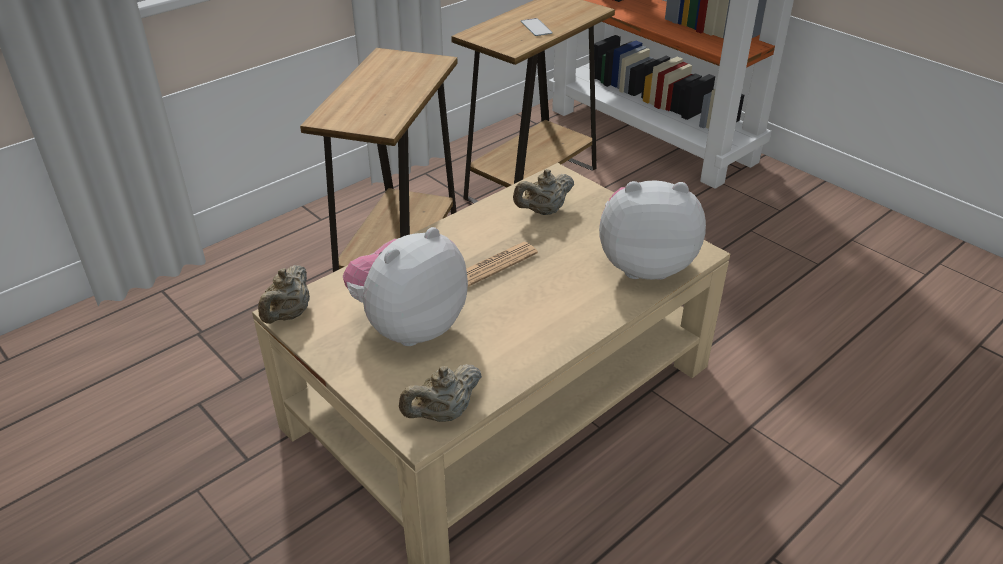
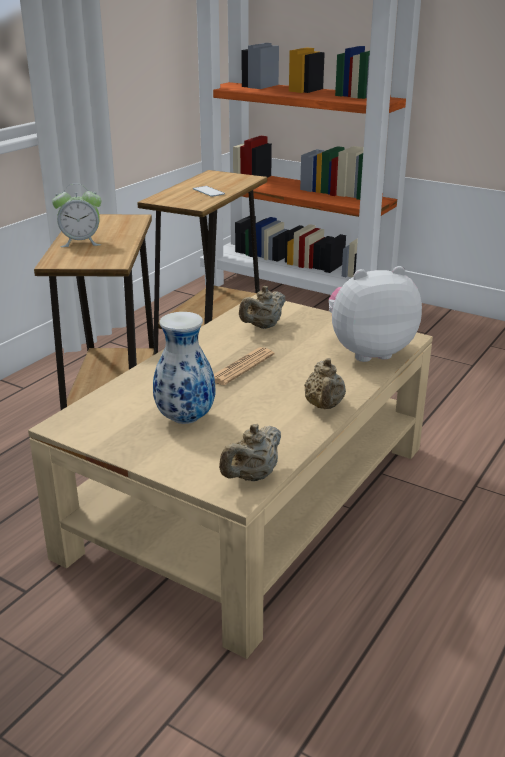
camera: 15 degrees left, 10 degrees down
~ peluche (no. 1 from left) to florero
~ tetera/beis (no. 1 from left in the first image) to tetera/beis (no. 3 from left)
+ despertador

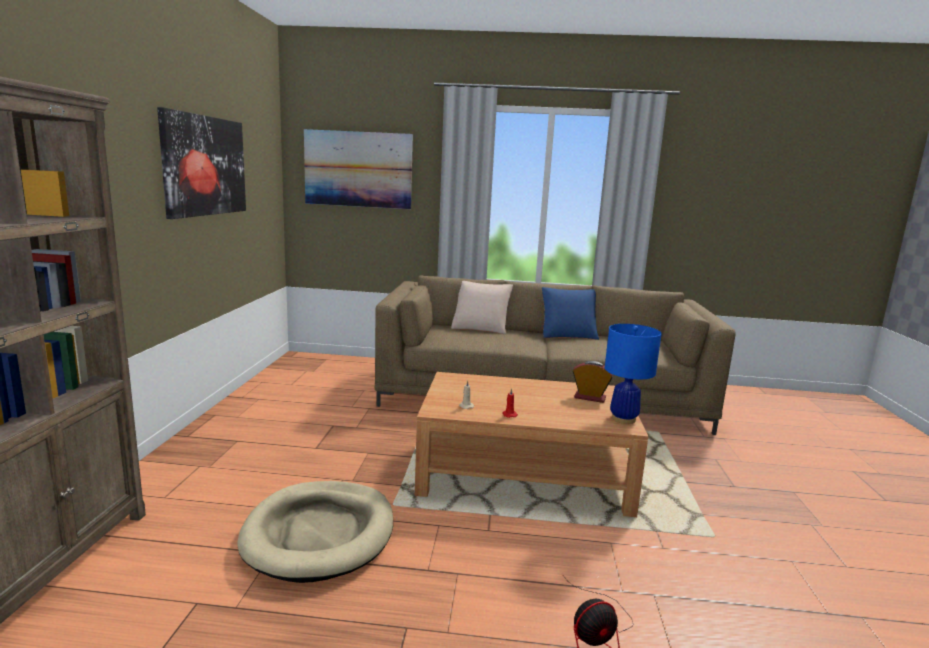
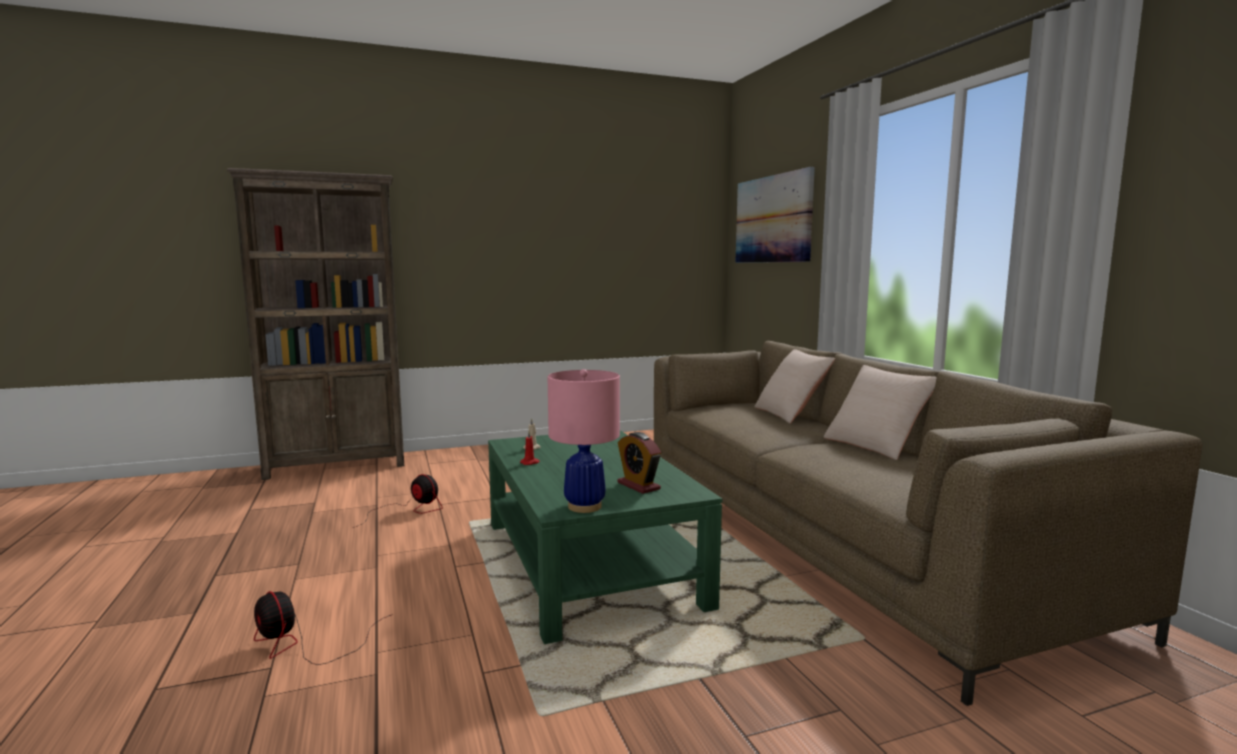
camera: 65 degrees right, 5 degrees down
- cuadro (no. 1 from left)
~ cojín/azul to cojín/beis (no. 2 from left)
~ lámpara de mesa/azul to lámpara de mesa/rosa
~ despertador 150 degrees clockwise
~ mesa de centro/marrón to mesa de centro/verde
~ cama para perro/beis to ventilador (no. 2 from left)

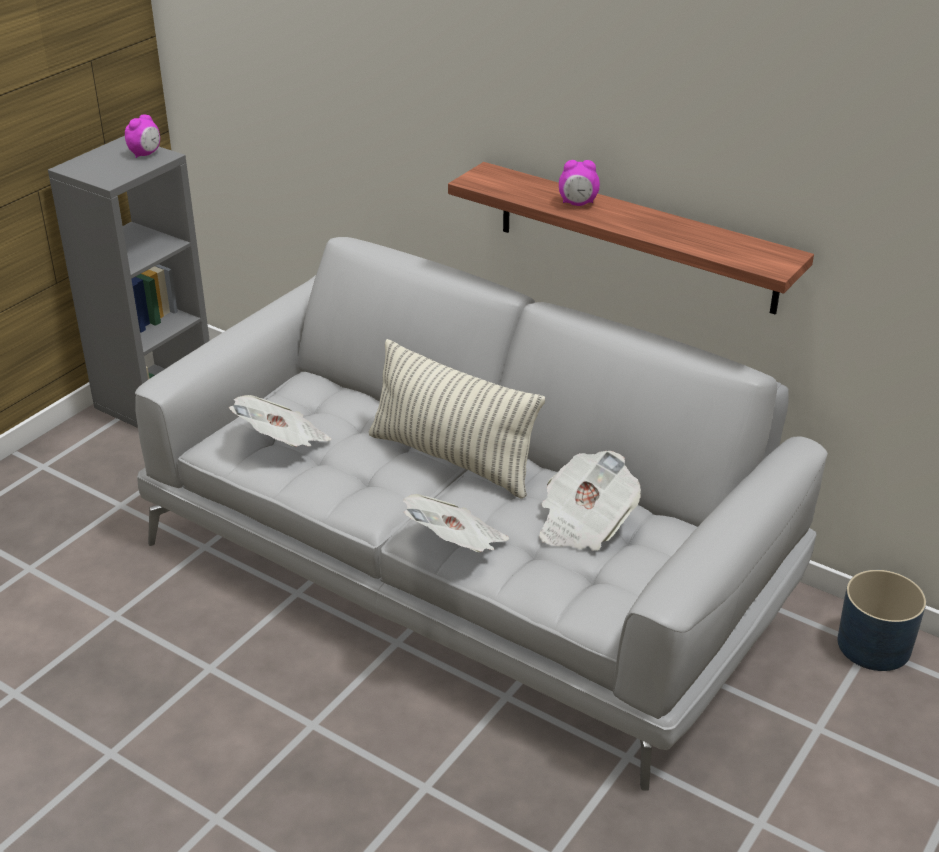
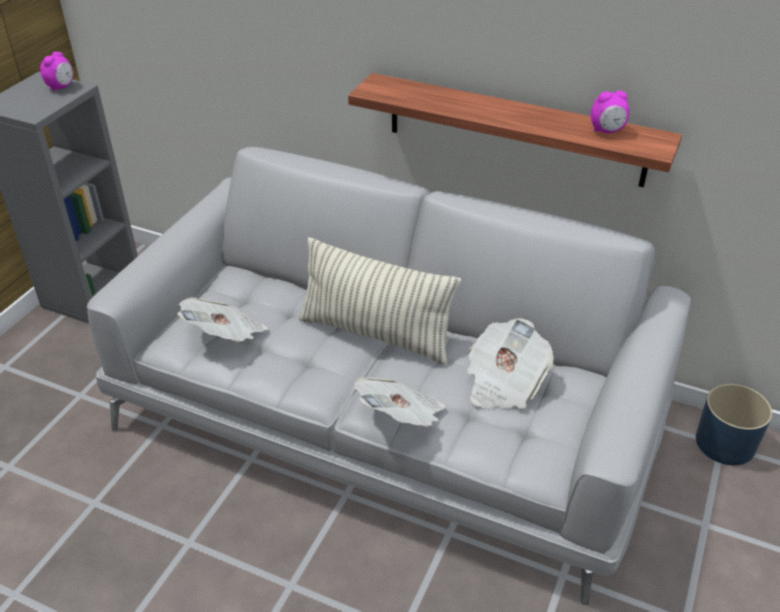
camera: 10 degrees left, 5 degrees up
~ despertador (no. 2 from left)

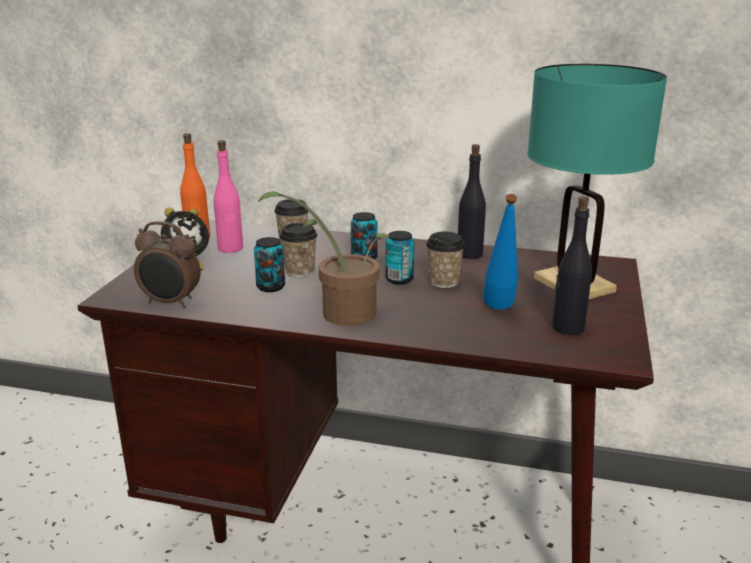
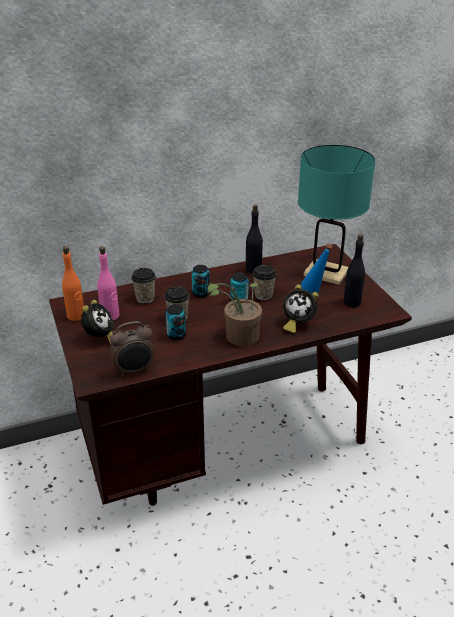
camera: 35 degrees left, 10 degrees up
+ despertador (no. 3 from left)

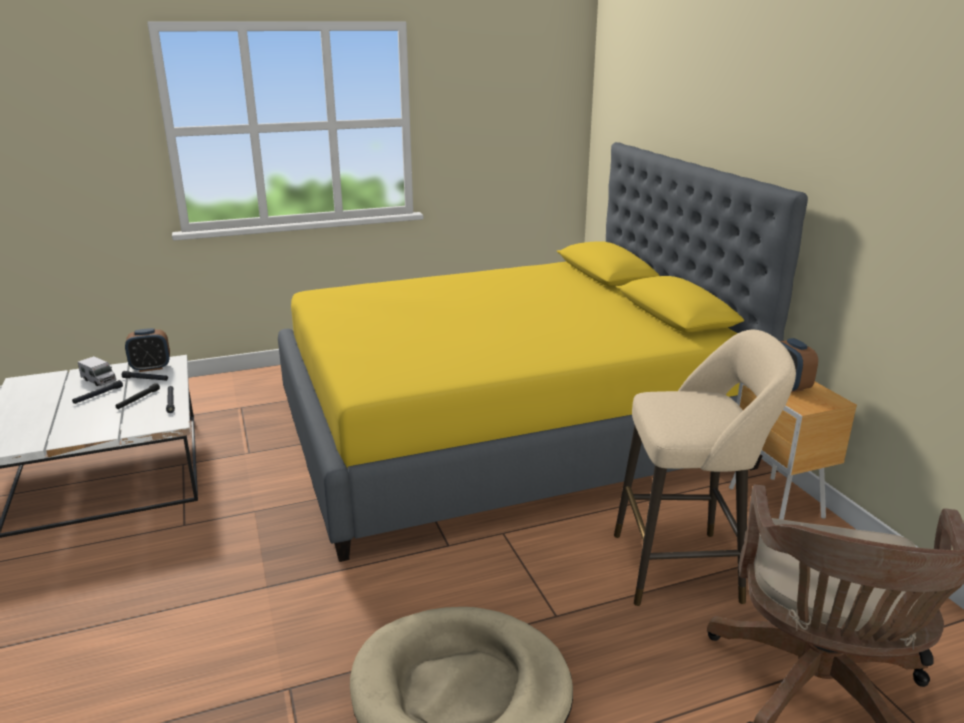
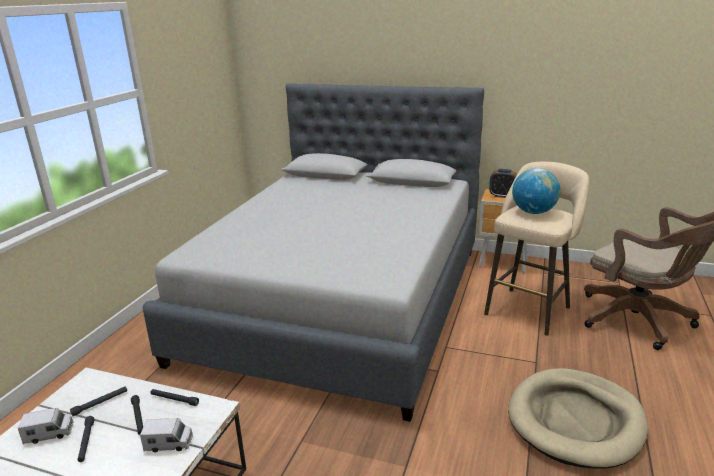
camera: 50 degrees left, 0 degrees up
~ cama/amarillo to cama/gris
- despertador (no. 1 from left)
+ globo terráqueo
+ camión de juguete (no. 2 from left)

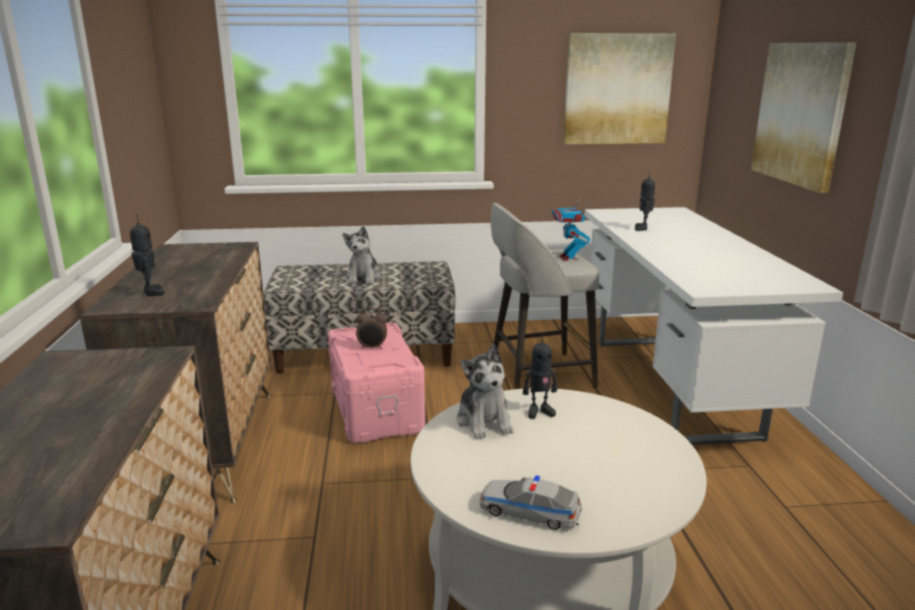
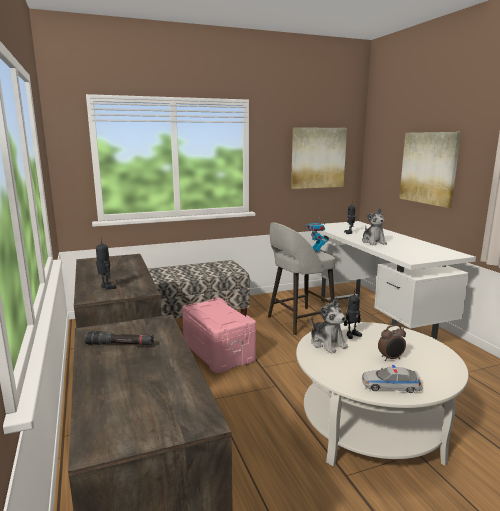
camera: 15 degrees left, 5 degrees down
~ peluche (no. 1 from left in the first image) to peluche (no. 2 from left)
~ despertador
+ linterna/negro

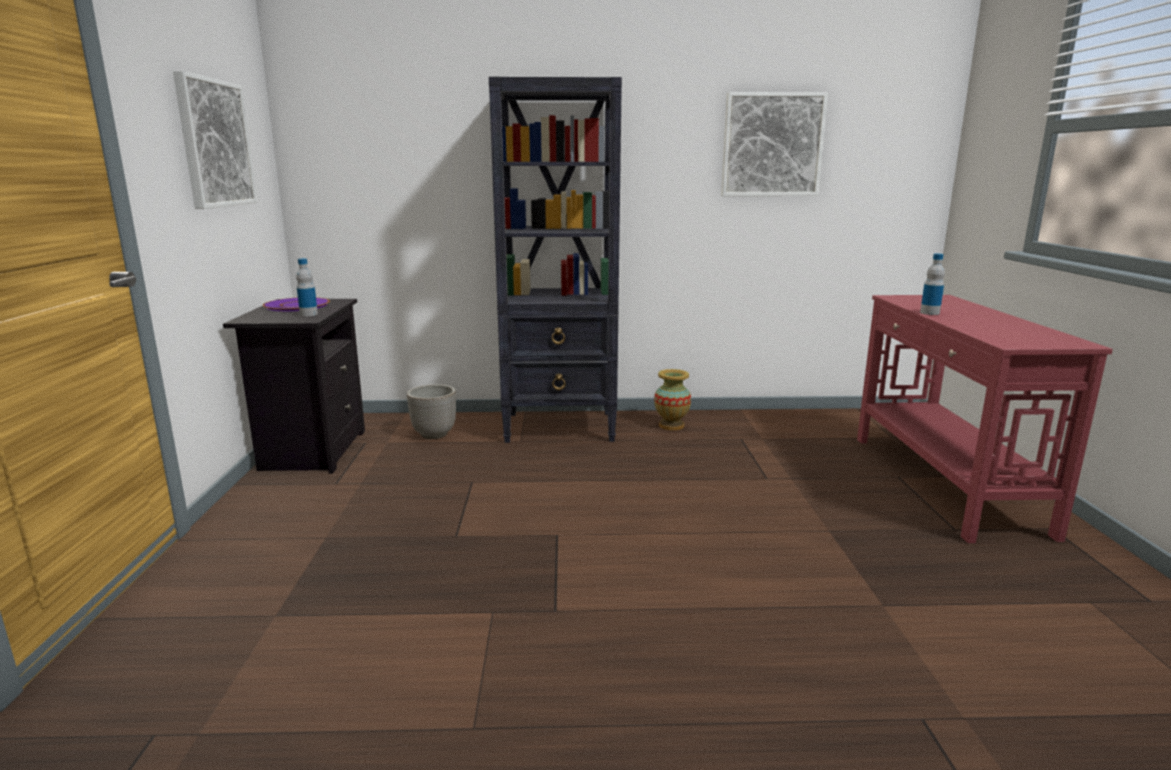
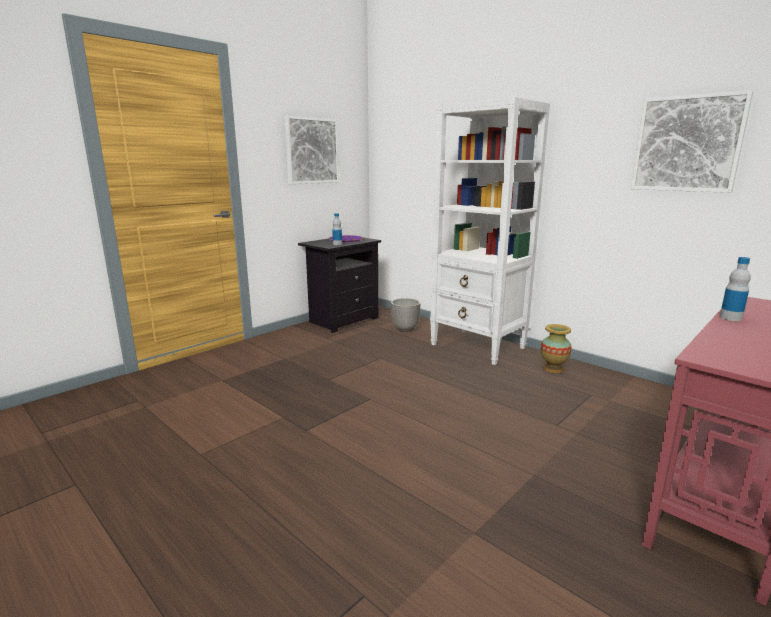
camera: 45 degrees right, 0 degrees up
~ estantería/negro to estantería/blanco

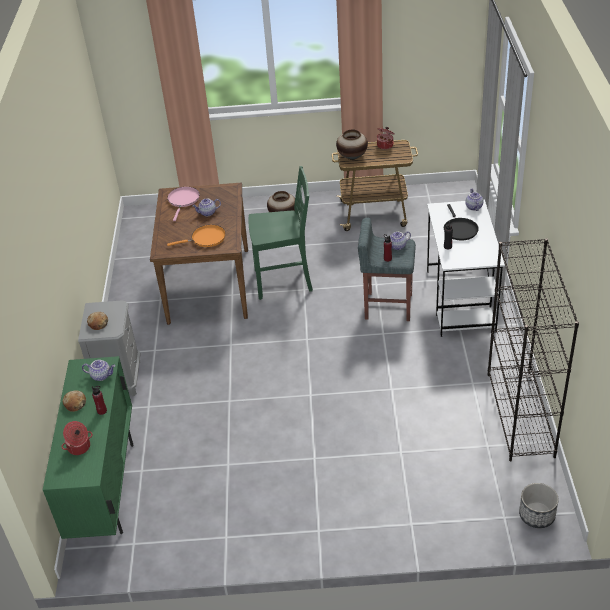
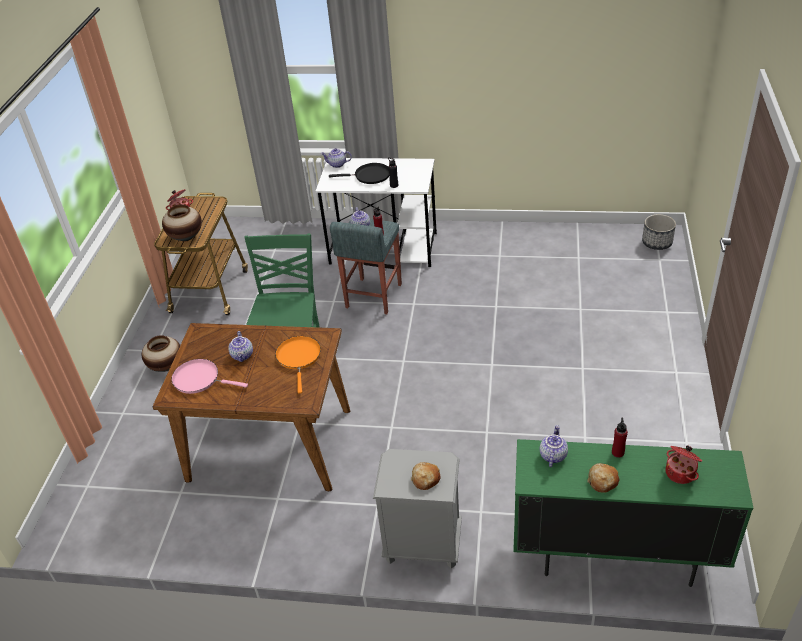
camera: 80 degrees left, 0 degrees up
- estantería/negro

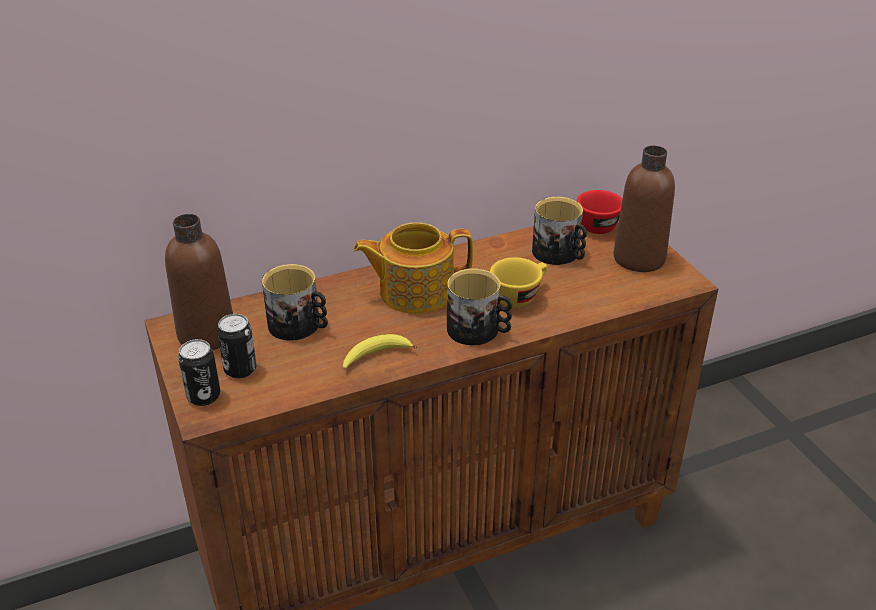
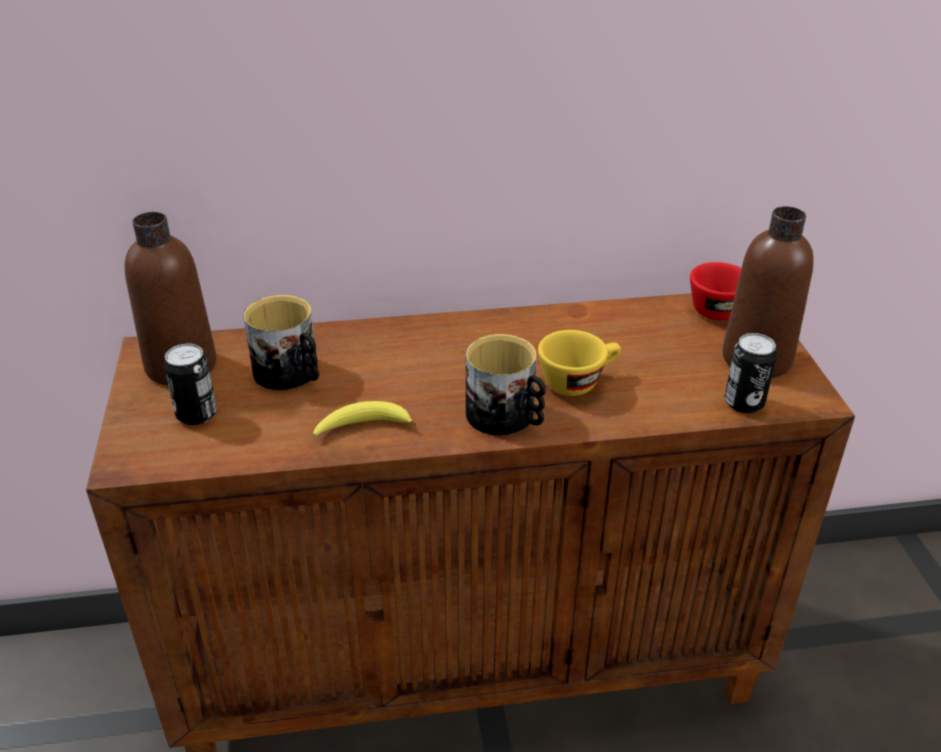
camera: 15 degrees right, 0 degrees up
- taza grande (no. 3 from left)
- tetera
~ lata (no. 1 from left in the first image) to lata (no. 2 from left)

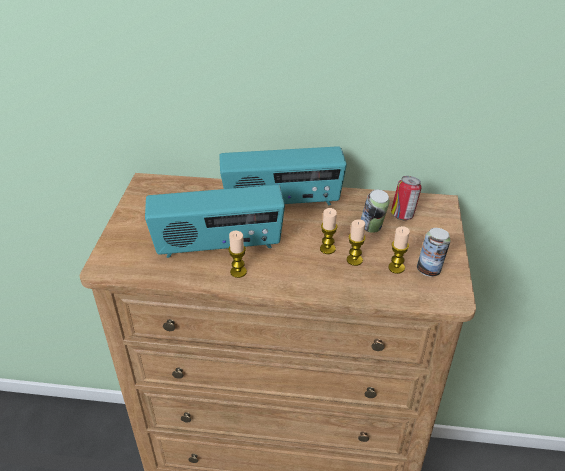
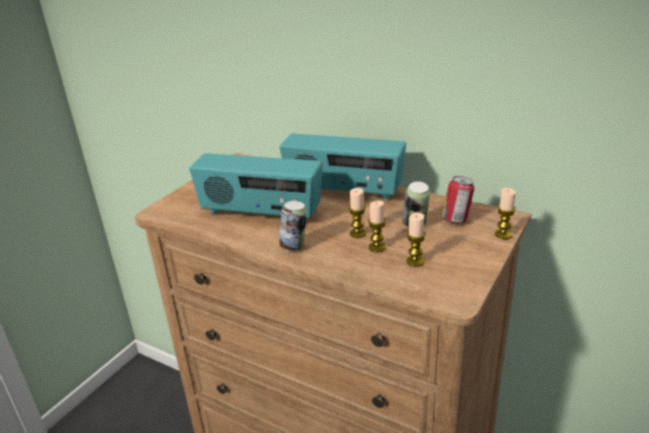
camera: 25 degrees right, 10 degrees down
~ lata (no. 3 from left in the first image) to lata (no. 1 from left)
~ vela (no. 1 from left in the first image) to vela (no. 4 from left)

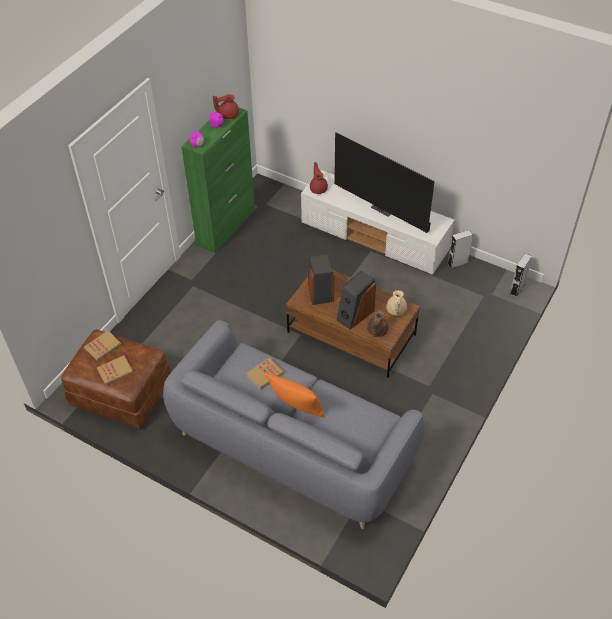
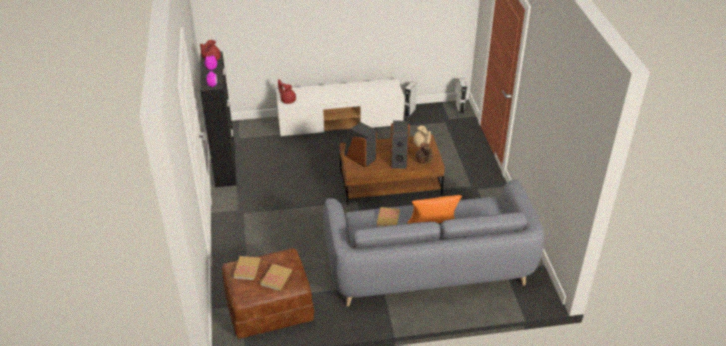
camera: 40 degrees left, 10 degrees down
~ armario/verde to armario/negro
- televisor

